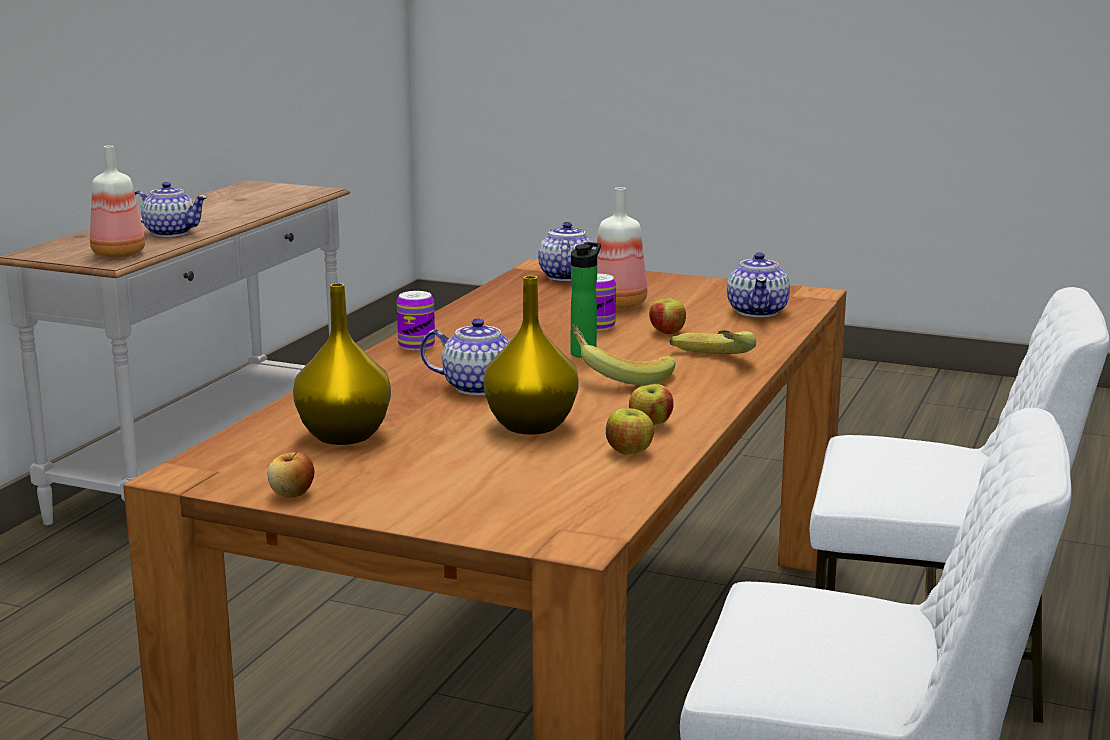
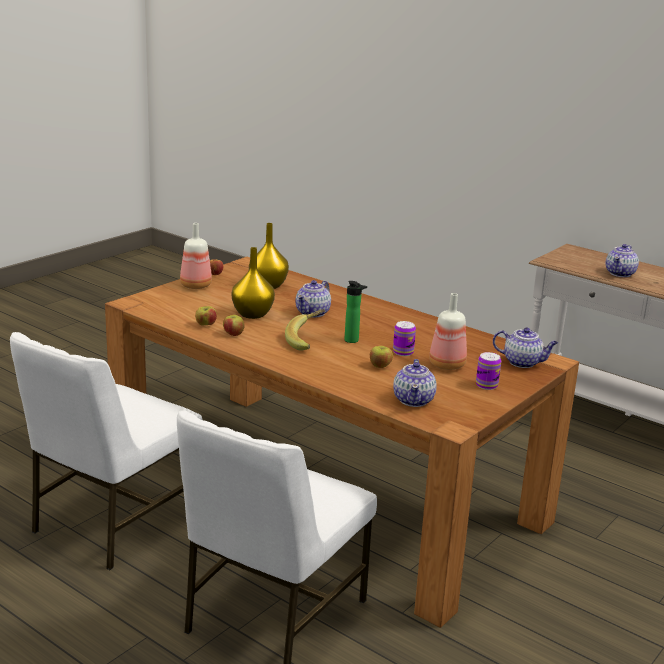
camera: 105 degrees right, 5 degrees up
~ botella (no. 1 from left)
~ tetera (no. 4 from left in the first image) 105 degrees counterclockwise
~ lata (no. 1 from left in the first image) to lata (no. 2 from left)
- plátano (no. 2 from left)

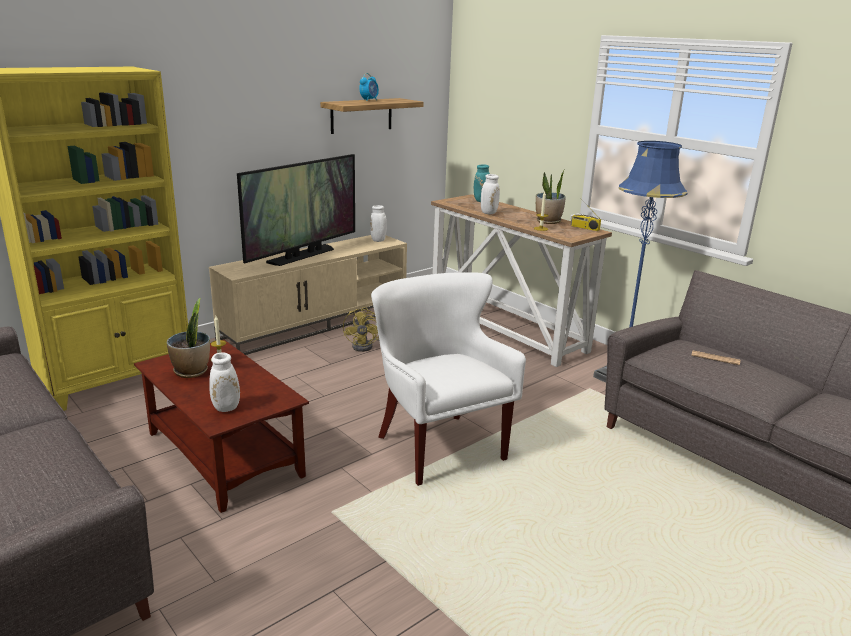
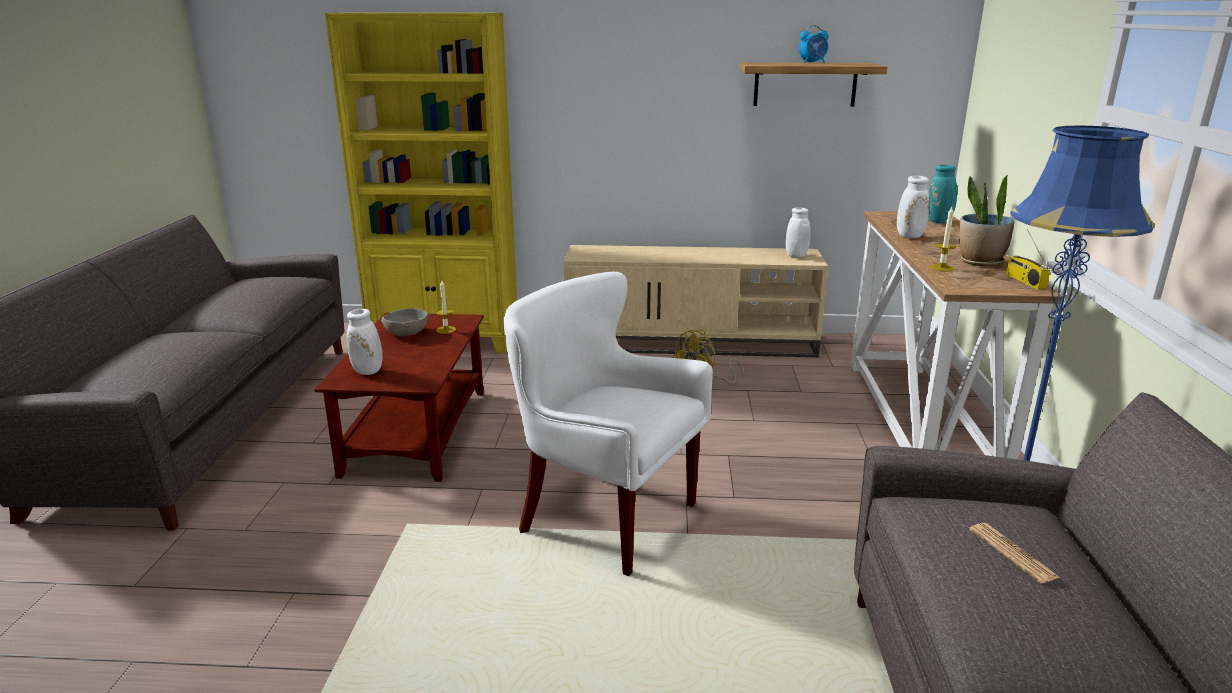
camera: 45 degrees right, 0 degrees up
- televisor
~ sillón/blanco 75 degrees counterclockwise
~ planta en maceta (no. 1 from left) to cuenco/gris

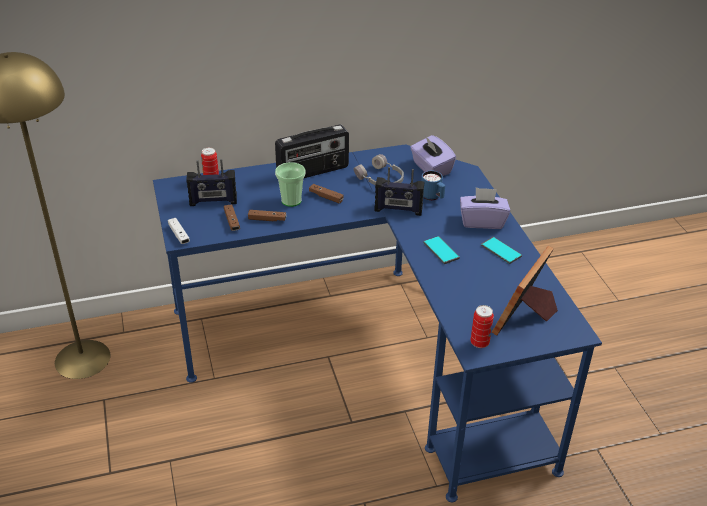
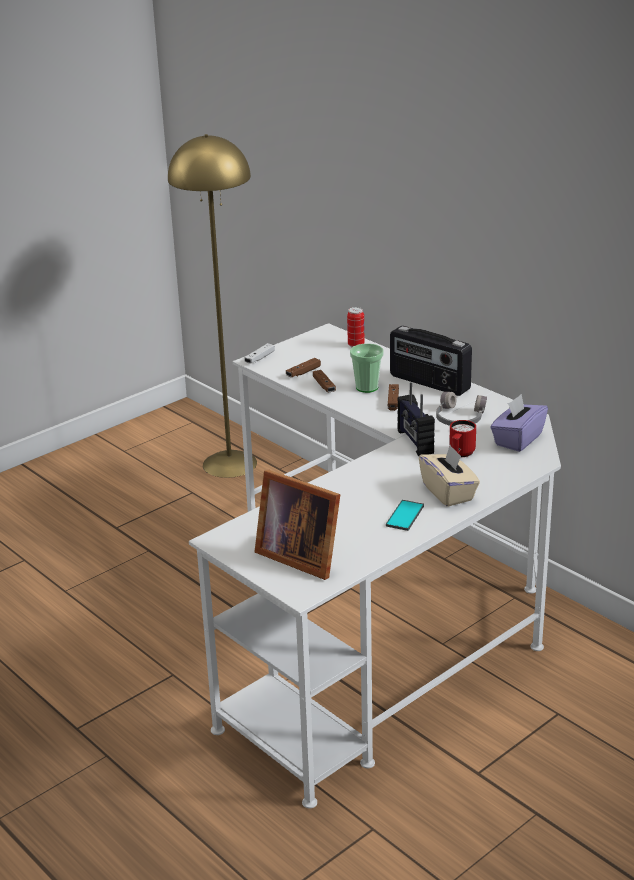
camera: 65 degrees right, 10 degrees down
~ escritorio/azul to escritorio/blanco
- radio (no. 1 from left)
~ taza grande/azul to taza grande/rojo
~ caja de pañuelos/morado (no. 2 from left) to caja de pañuelos/beis
- móvil (no. 1 from left)
~ portarretratos 150 degrees counterclockwise
- lata (no. 2 from left)

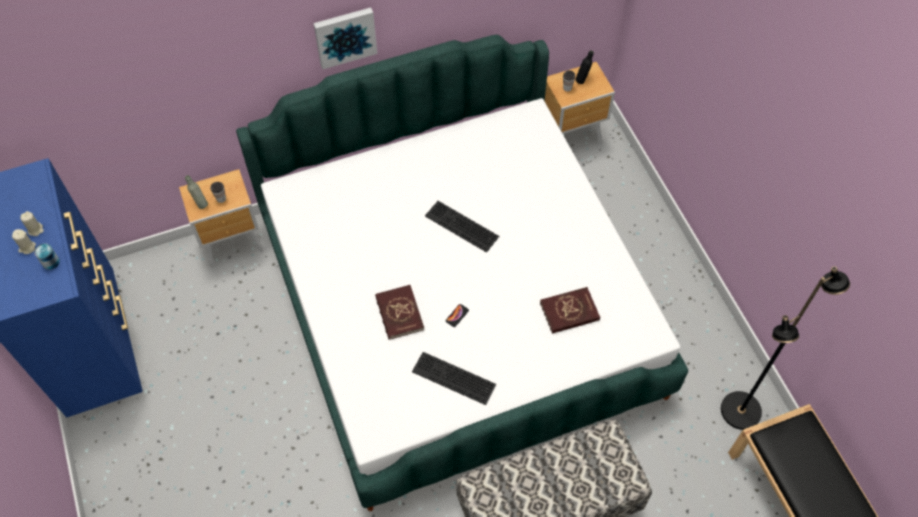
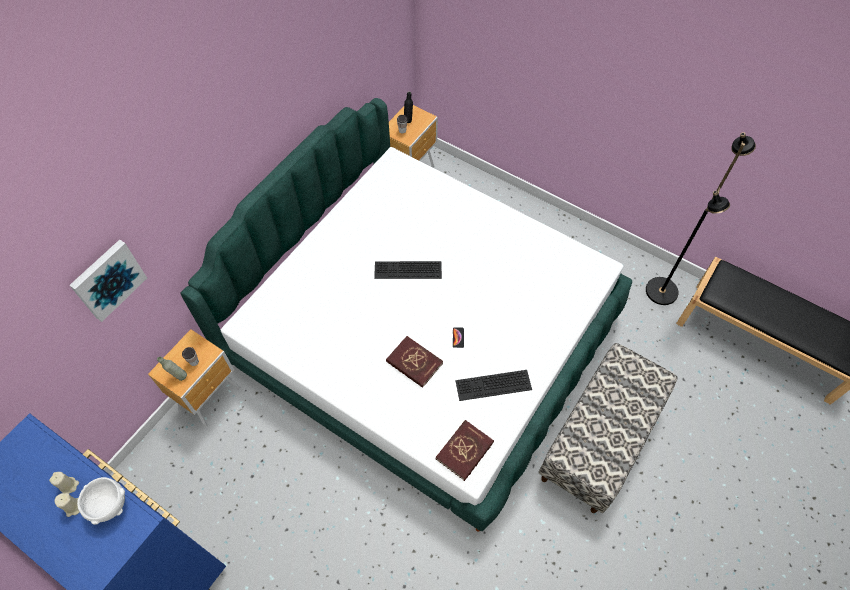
camera: 35 degrees left, 0 degrees up
~ cuadro
~ lata to cuenco/blanco
~ libro/rojo (no. 2 from left)

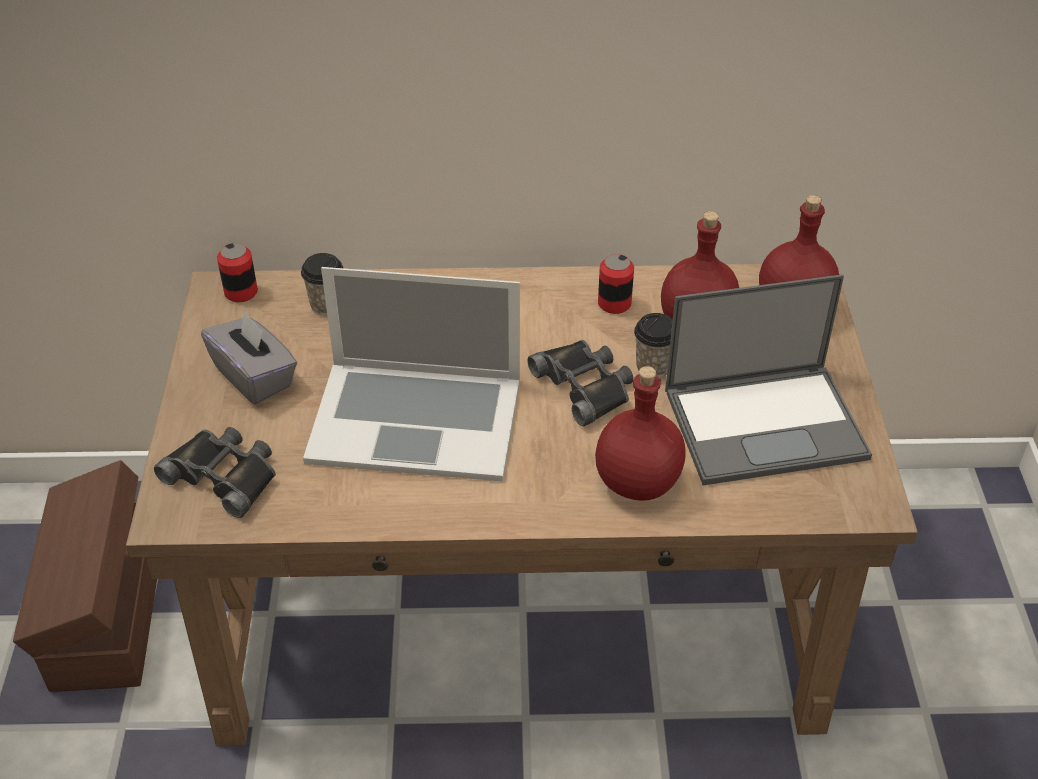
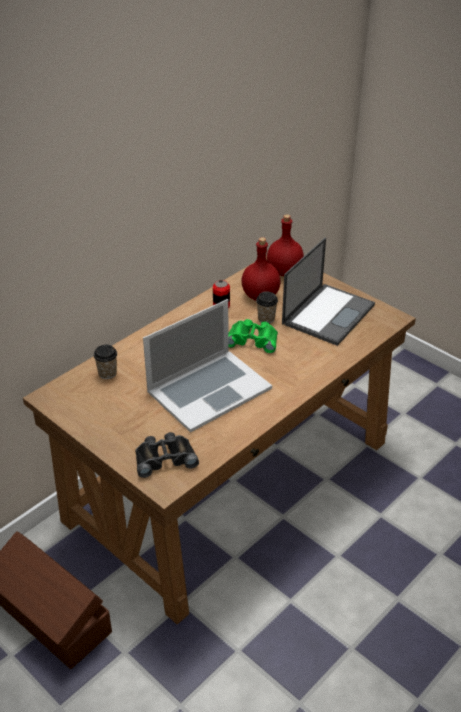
camera: 45 degrees left, 5 degrees down
- lata (no. 1 from left)
- caja de pañuelos/gris
~ prismáticos/negro (no. 2 from left) to prismáticos/verde
- botella/rojo (no. 1 from left)

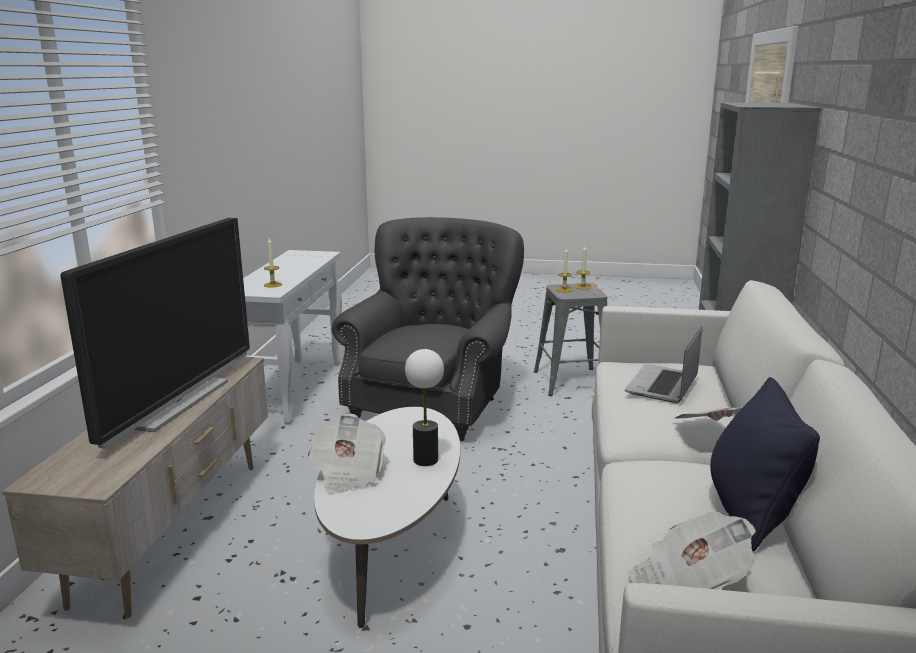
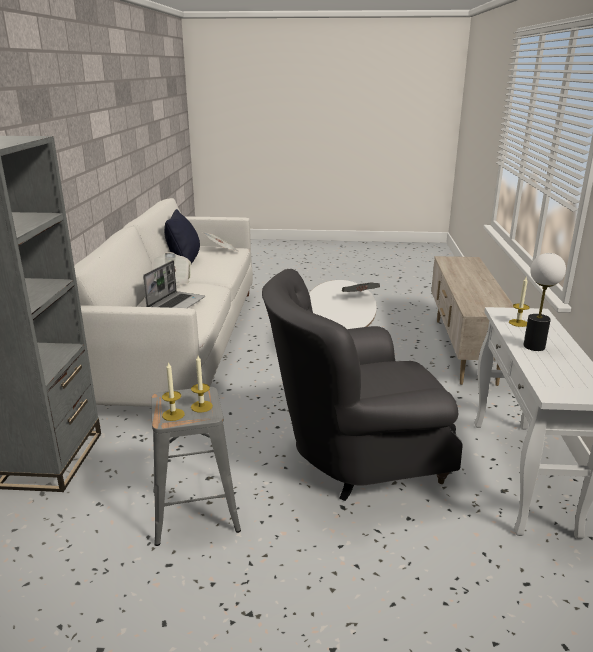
camera: 175 degrees right, 5 degrees up
~ sillón/gris 60 degrees clockwise
- televisor
~ lámpara de mesa

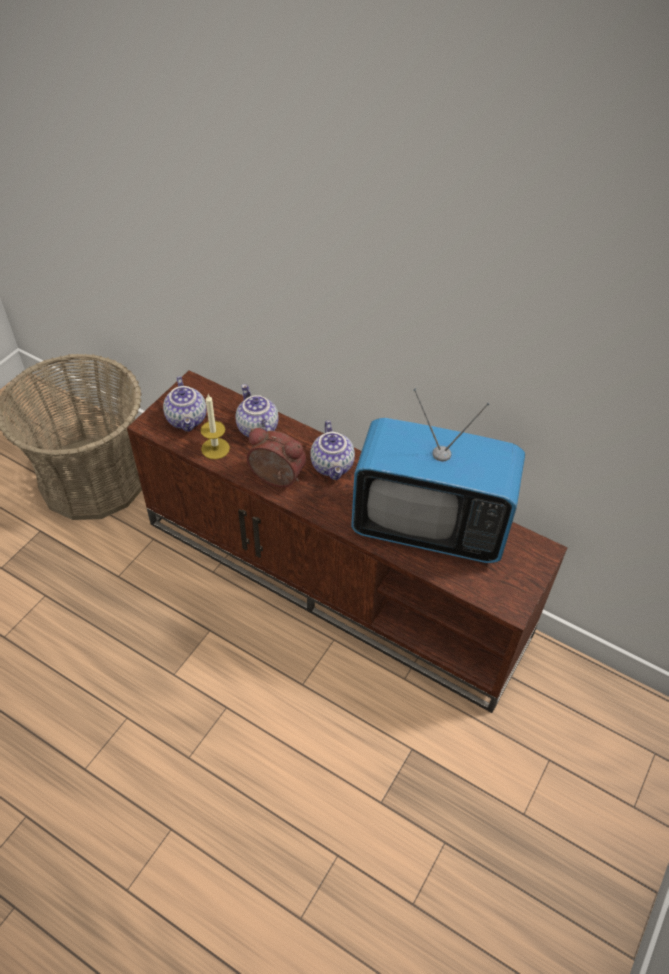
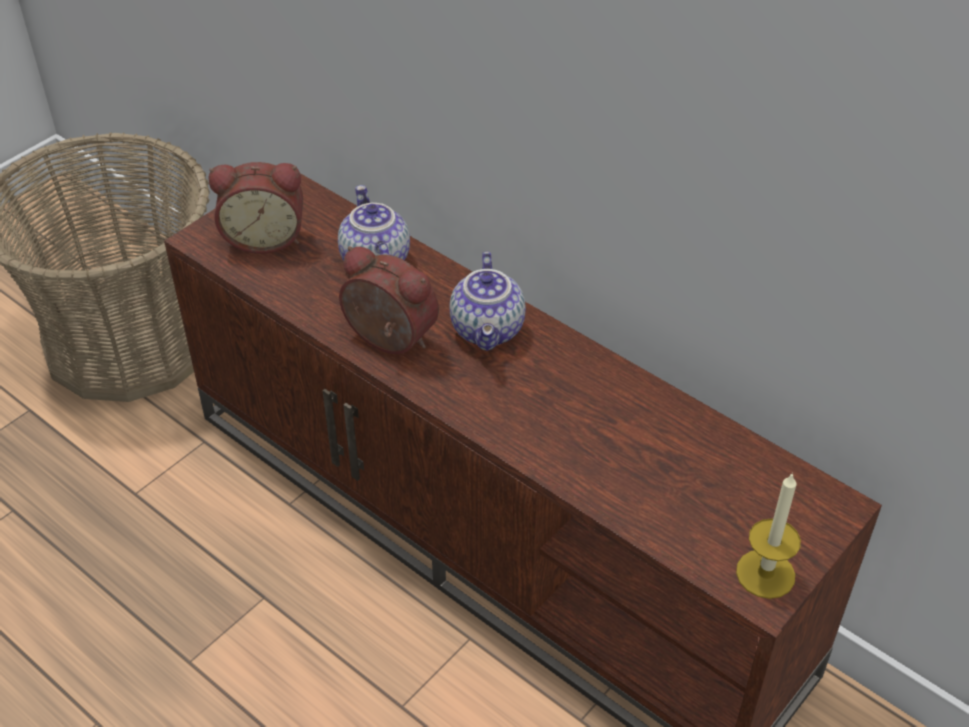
camera: 10 degrees right, 5 degrees down
~ tetera (no. 1 from left) to despertador (no. 1 from left)
- televisor
~ vela

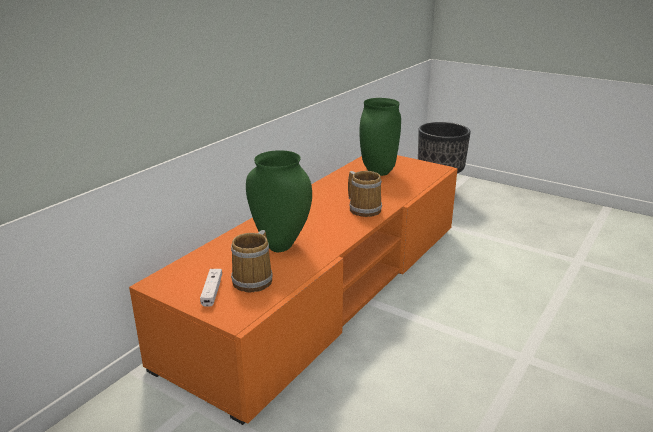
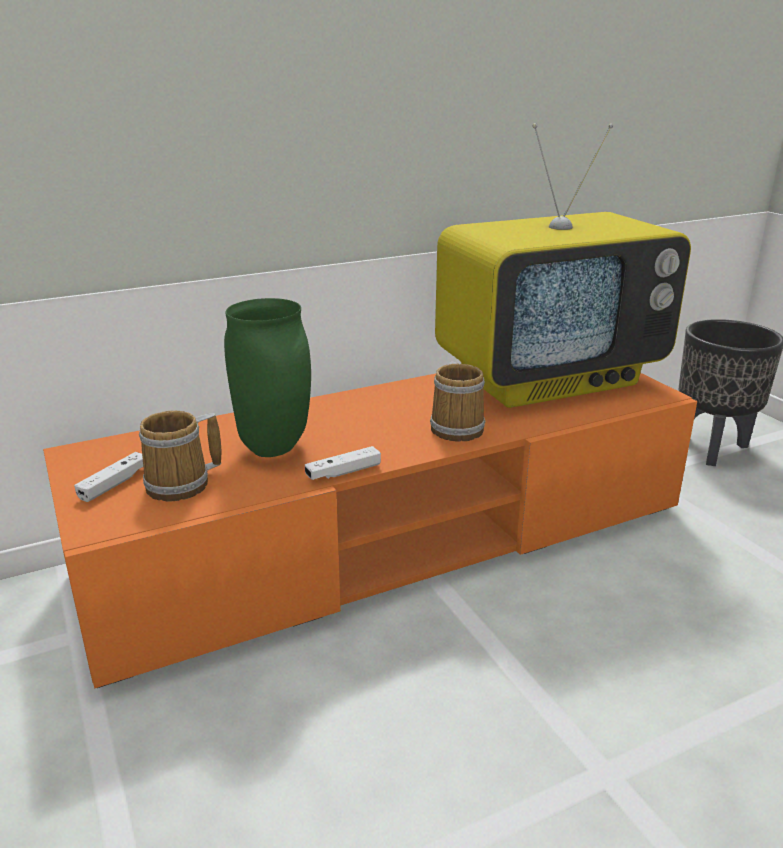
camera: 30 degrees right, 0 degrees up
~ florero/verde (no. 2 from left) to televisor
+ mando de consola/blanco (no. 2 from left)

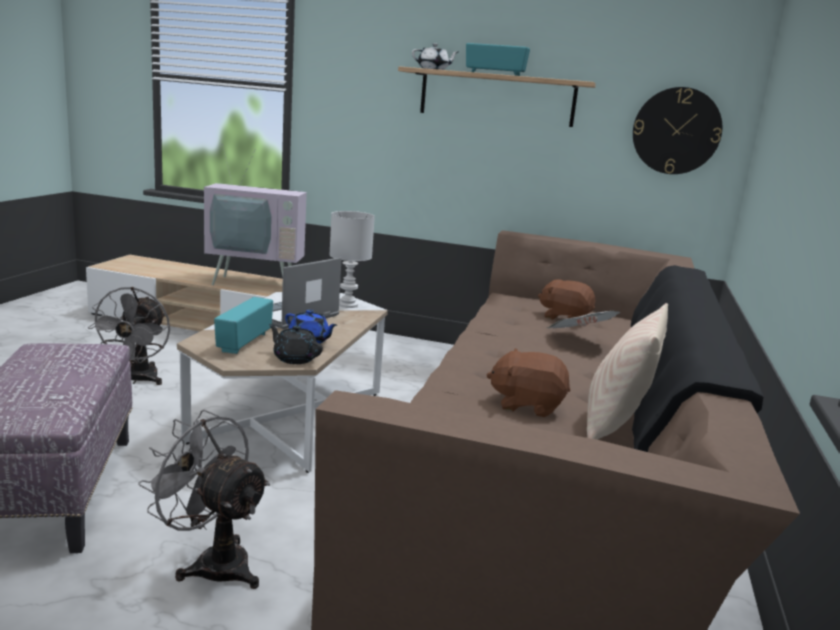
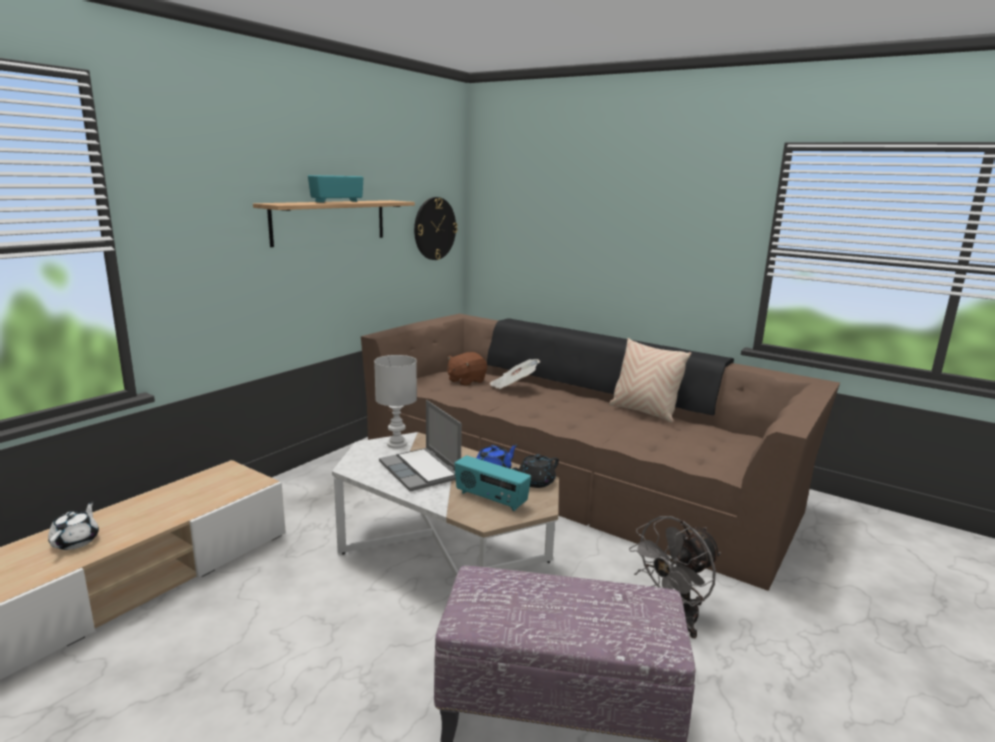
camera: 70 degrees left, 0 degrees up
~ tetera/blanco
- televisor
- ventilador/gris (no. 1 from left)
- peluche/marrón (no. 1 from left)

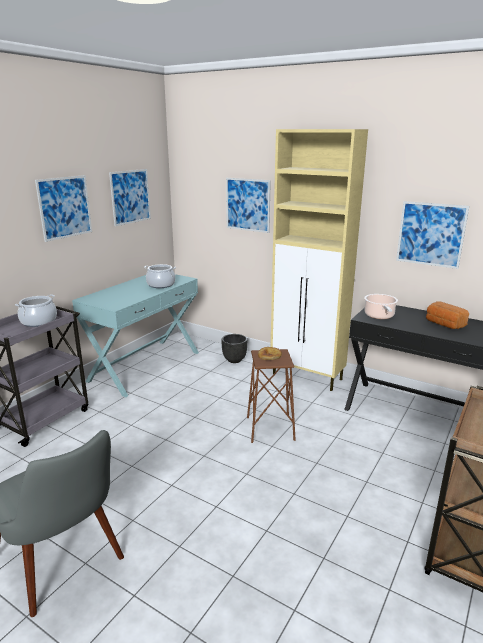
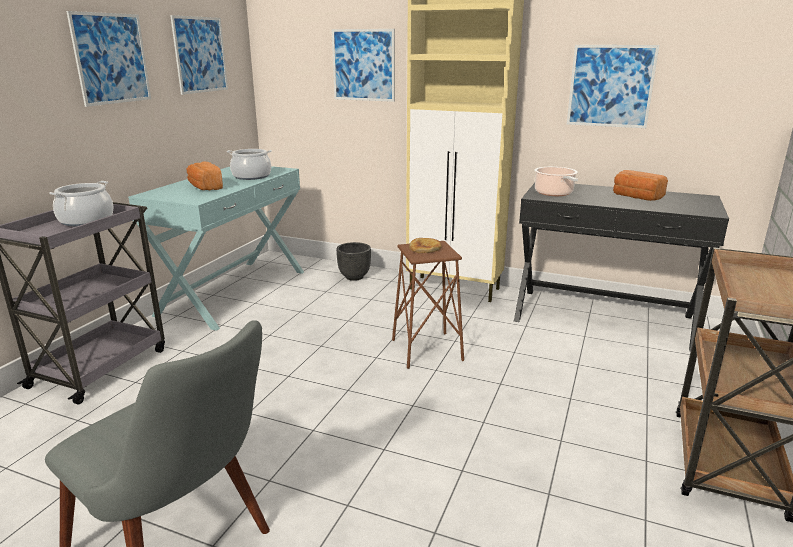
camera: 10 degrees left, 0 degrees up
+ pan (no. 1 from left)

